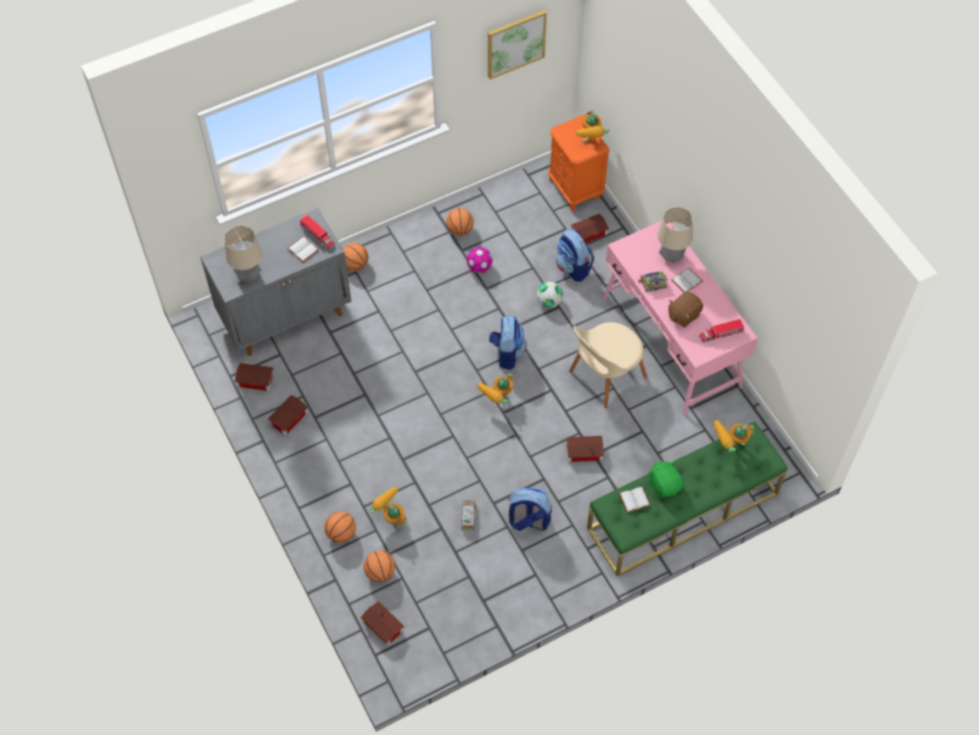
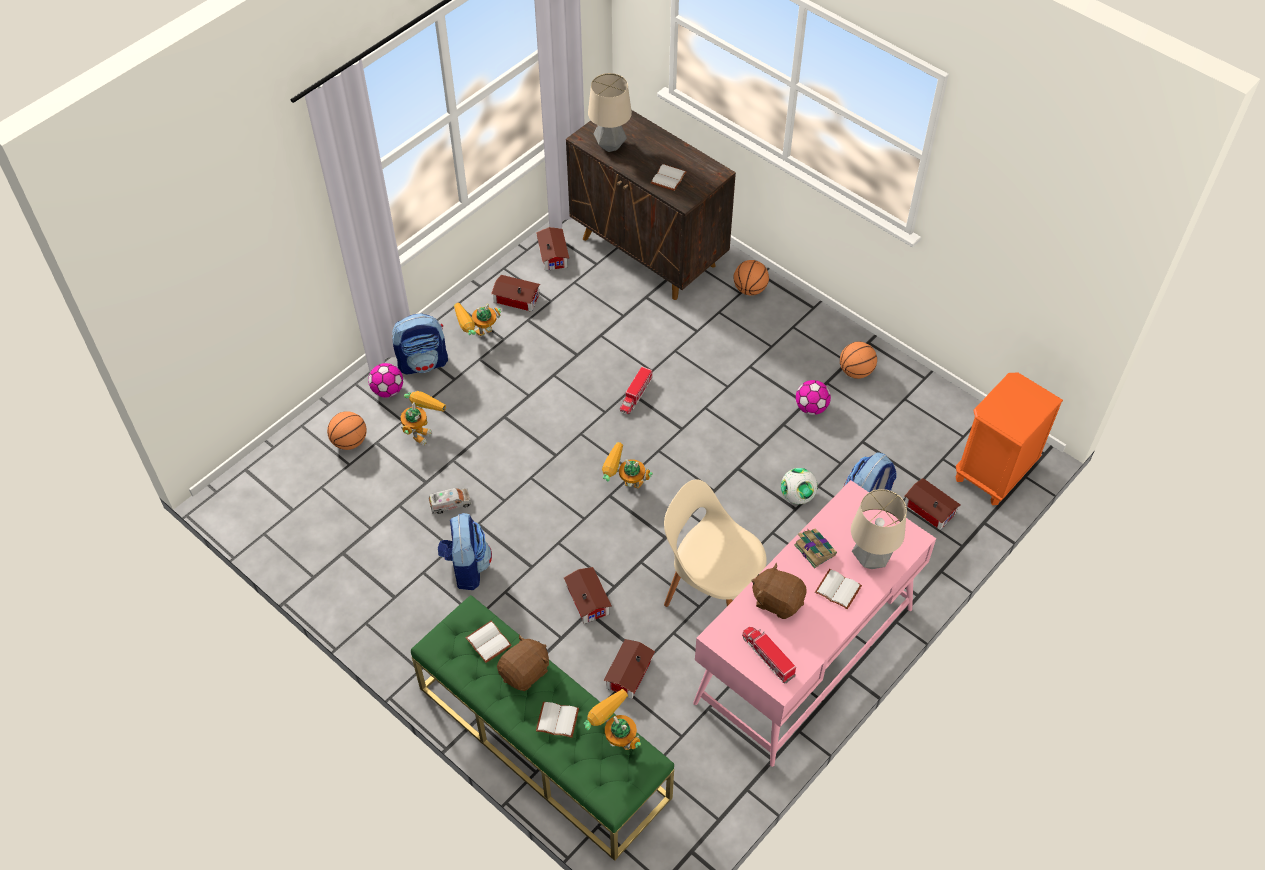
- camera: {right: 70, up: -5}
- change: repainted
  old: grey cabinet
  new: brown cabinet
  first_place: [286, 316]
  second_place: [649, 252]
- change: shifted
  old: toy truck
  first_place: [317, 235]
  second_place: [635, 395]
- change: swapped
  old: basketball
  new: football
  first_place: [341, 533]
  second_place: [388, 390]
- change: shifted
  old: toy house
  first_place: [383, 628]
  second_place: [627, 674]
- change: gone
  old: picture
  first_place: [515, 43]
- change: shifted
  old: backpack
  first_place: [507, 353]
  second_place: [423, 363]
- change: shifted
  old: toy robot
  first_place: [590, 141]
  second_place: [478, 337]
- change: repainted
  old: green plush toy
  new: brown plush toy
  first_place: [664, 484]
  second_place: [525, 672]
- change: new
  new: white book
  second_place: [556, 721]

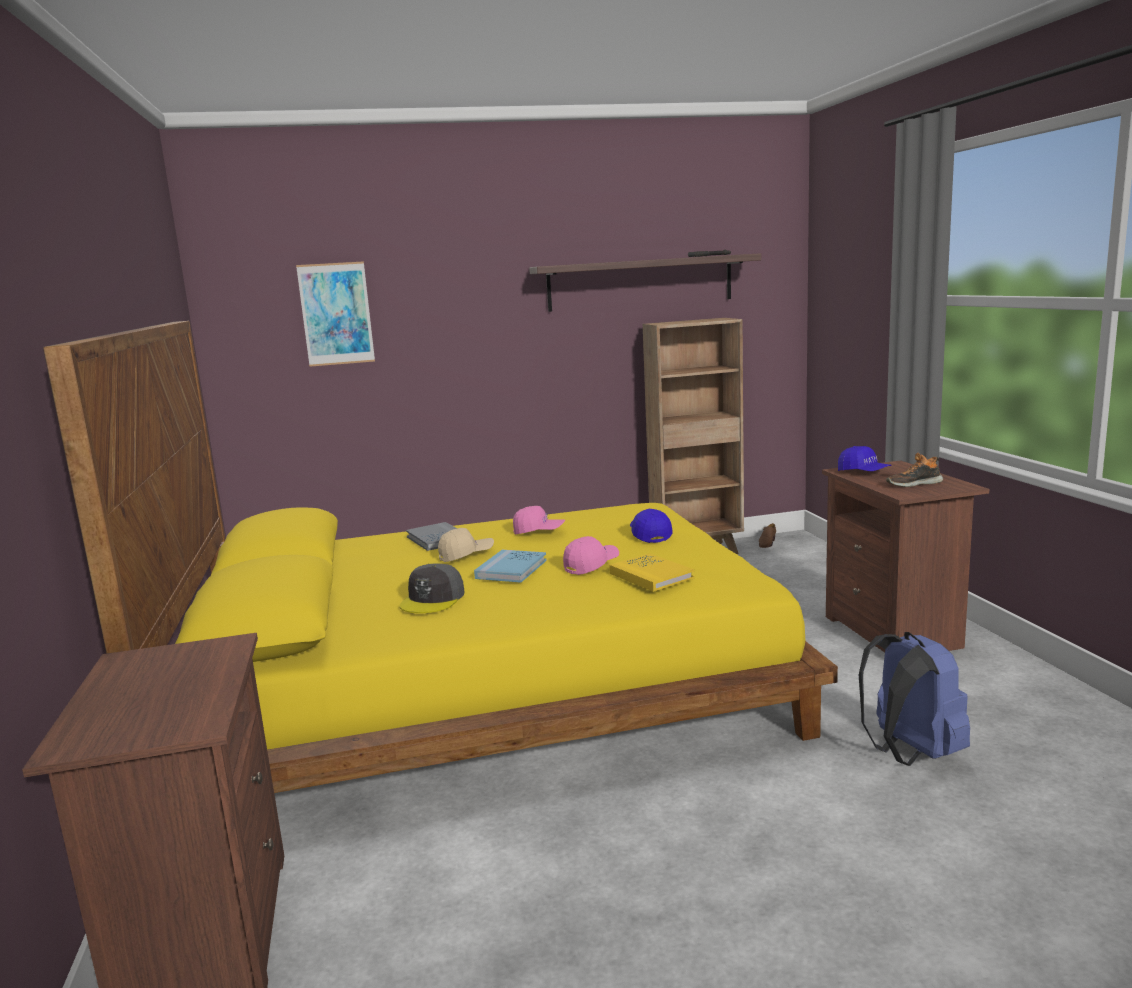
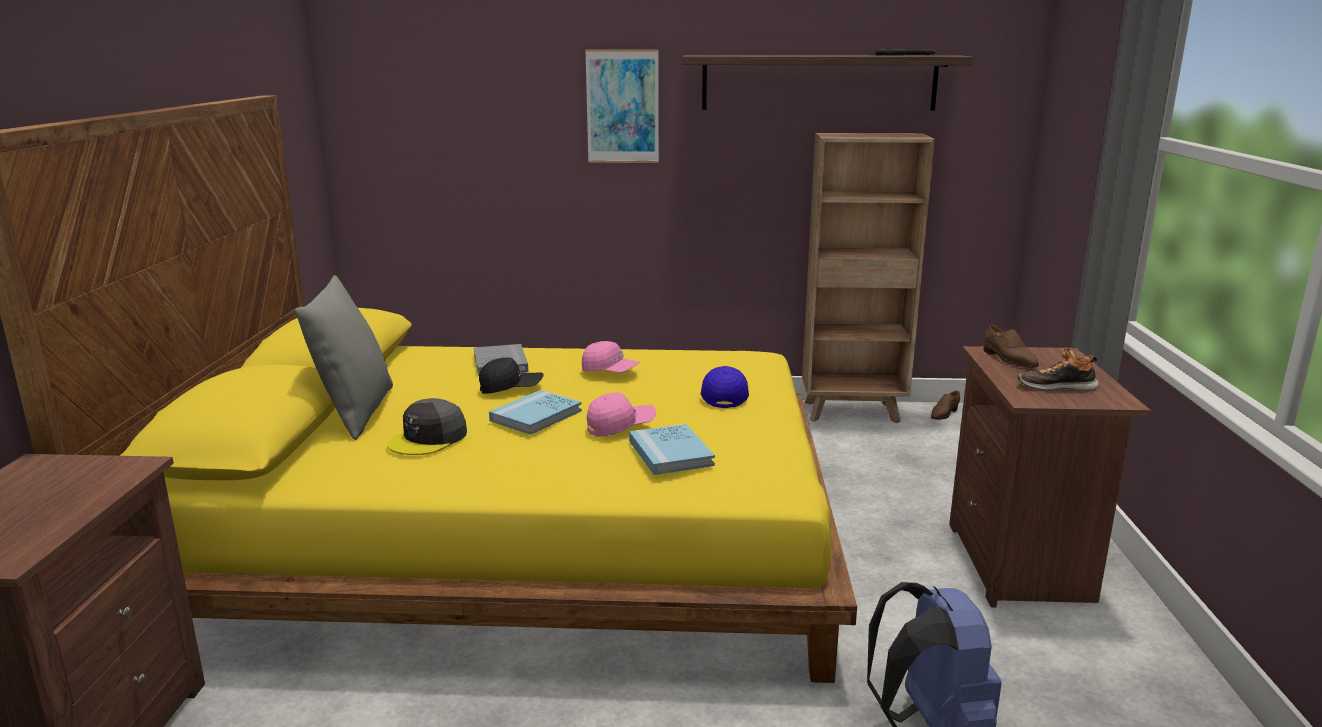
- camera: {right: 15, up: 5}
- change: shifted
  old: picture
  first_place: [336, 314]
  second_place: [622, 106]
- change: repainted
  old: beige cap
  new: black cap
  first_place: [466, 555]
  second_place: [511, 388]
- change: repainted
  old: yellow book
  new: blue book
  first_place: [651, 576]
  second_place: [670, 453]
- change: swapped
  old: blue cap
  new: brown shoe
  first_place: [863, 473]
  second_place: [1009, 359]
- change: new
  new: grey pillow
  second_place: [354, 413]

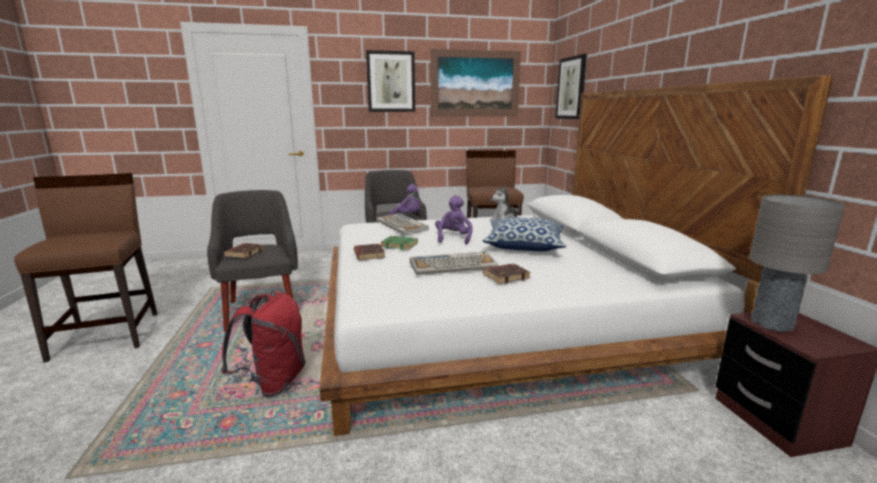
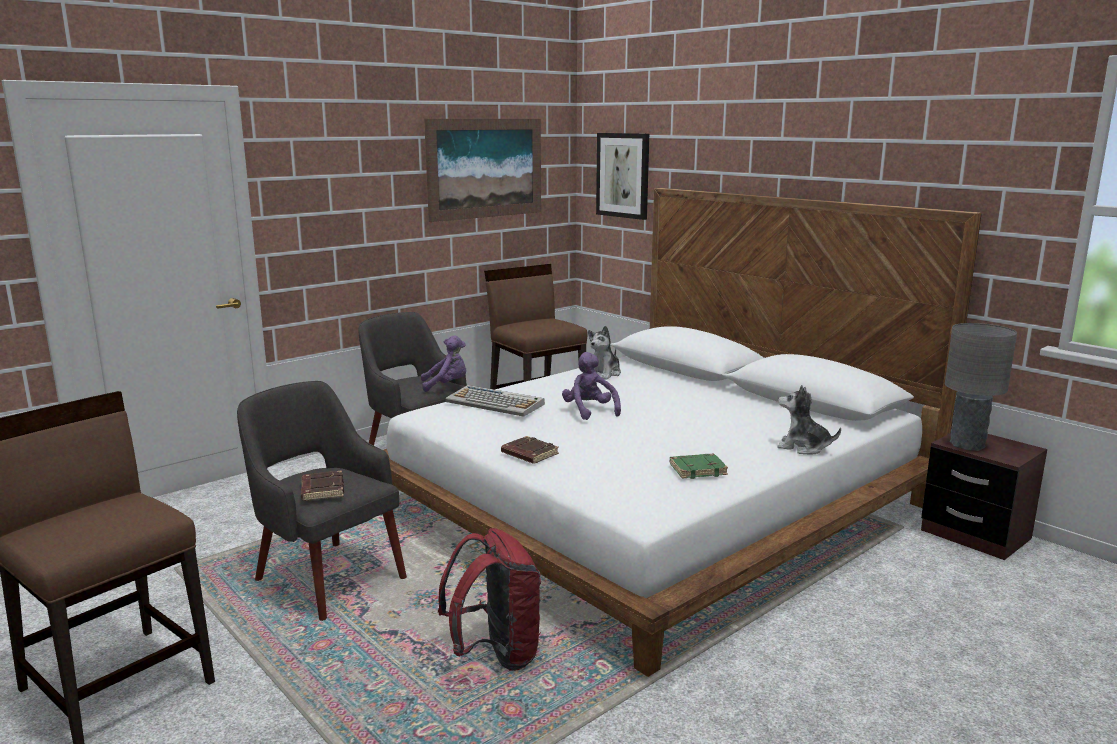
- camera: {right: -30, up: 0}
- change: gone
  old: picture
  first_place: [391, 82]
- change: shifted
  old: green book
  first_place: [400, 245]
  second_place: [698, 470]
- change: gone
  old: keyboard
  first_place: [453, 265]
- change: gone
  old: brown book
  first_place: [506, 276]
- change: gone
  old: pillow
  first_place: [524, 247]
- change: new
  new: plush toy
  second_place: [803, 447]

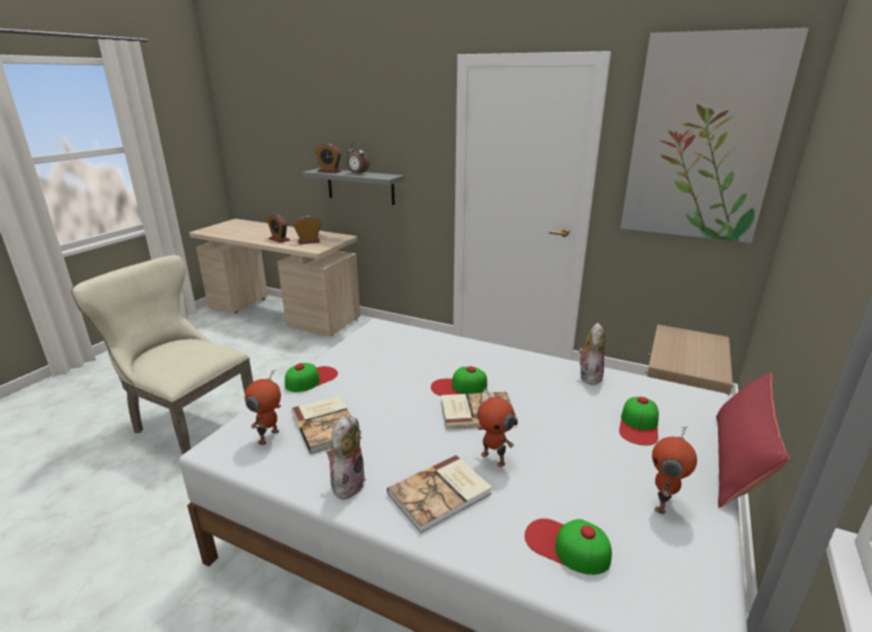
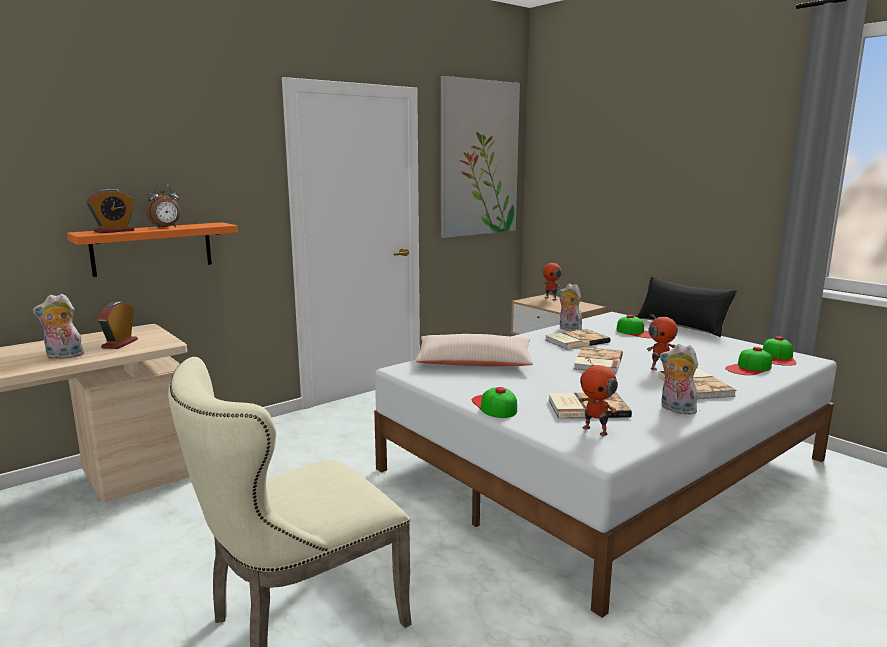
- camera: {right: -65, up: -10}
- change: swapped
  old: alarm clock
  new: plush toy
  first_place: [279, 239]
  second_place: [63, 356]
- change: repainted
  old: grey shelf
  new: orange shelf
  first_place: [360, 186]
  second_place: [152, 248]
- change: shifted
  old: cap
  first_place: [459, 386]
  second_place: [778, 357]
- change: shifted
  old: toy robot
  first_place: [663, 503]
  second_place: [551, 298]
- change: repainted
  old: red pillow
  new: black pillow
  first_place: [738, 462]
  second_place: [682, 325]
- change: new
  new: beige pillow
  second_place: [474, 363]
- change: new
  new: book
  second_place: [576, 341]

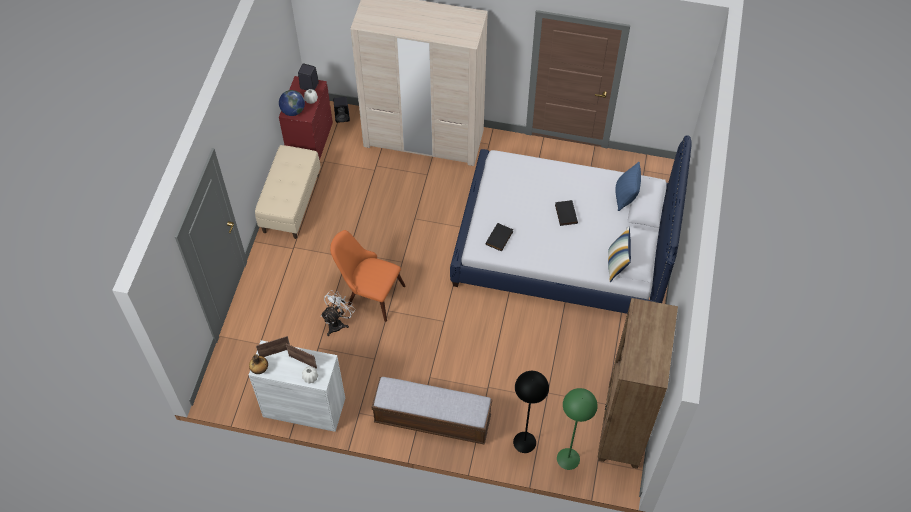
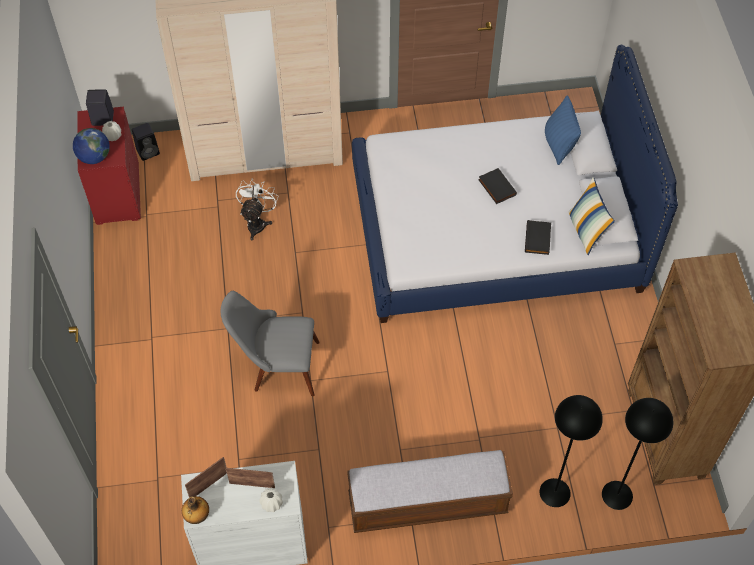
- camera: {right: -20, up: 0}
- change: gone
  old: beige bench
  first_place: [291, 203]
- change: shifted
  old: white fan
  first_place: [338, 323]
  second_place: [257, 222]
- change: repainted
  old: orange chair
  new: grey chair
  first_place: [369, 293]
  second_place: [276, 366]
- change: shifted
  old: black book
  first_place: [500, 238]
  second_place: [538, 239]
- change: repainted
  old: green floor lamp
  new: black floor lamp
  first_place: [568, 459]
  second_place: [617, 495]

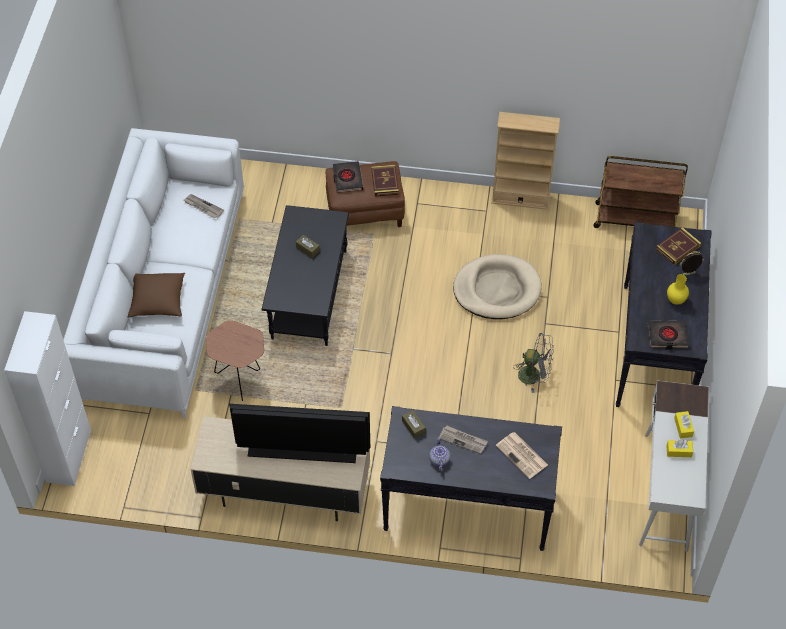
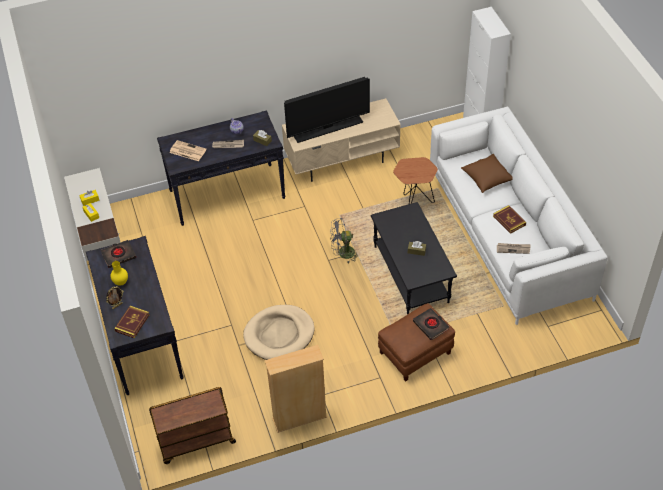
- camera: {right: 155, up: -5}
- change: shifted
  old: book
  first_place: [385, 182]
  second_place: [509, 220]
- change: shifted
  old: grey fan
  first_place: [534, 375]
  second_place: [343, 254]

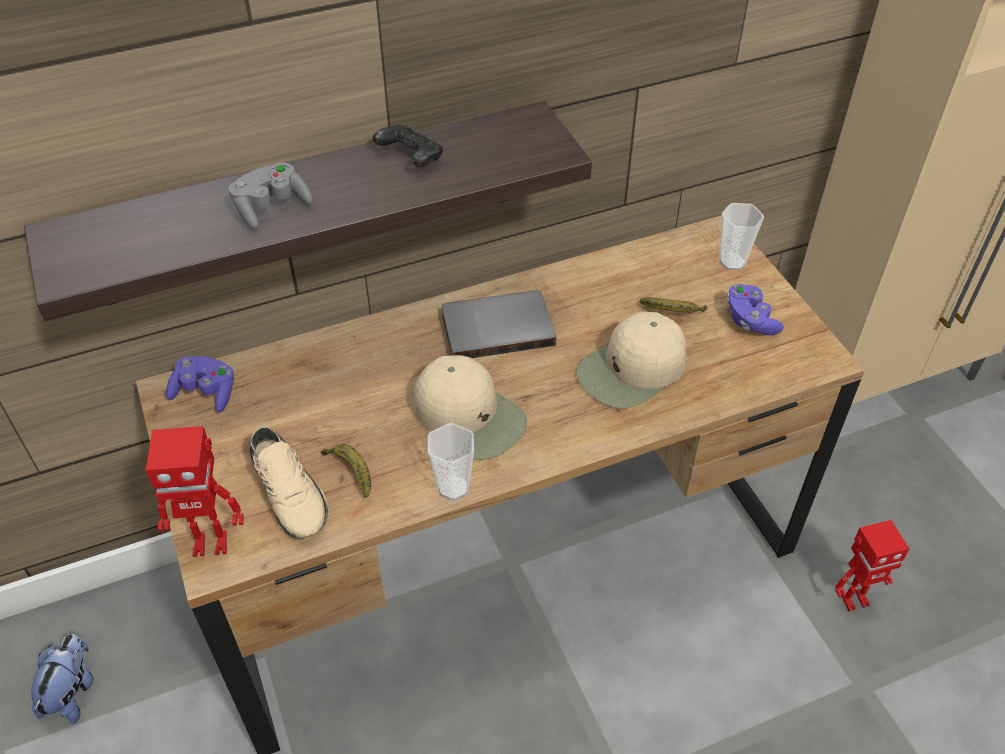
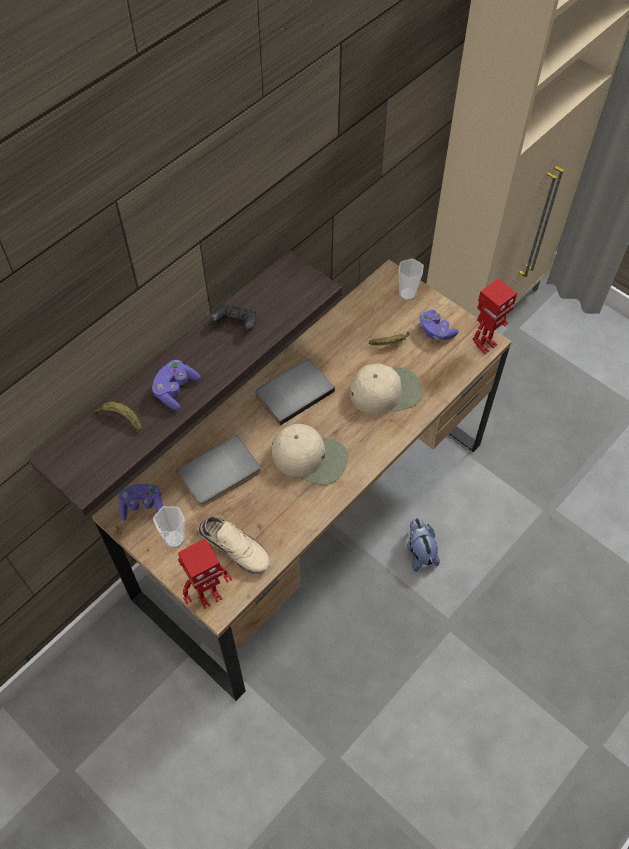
- camera: {right: -25, up: 10}
- change: shifted
  old: plush toy
  first_place: [72, 692]
  second_place: [420, 552]
- change: repainted
  old: grey game controller
  new: purple game controller
  first_place: [271, 208]
  second_place: [175, 390]
- change: shifted
  old: banana
  first_place: [351, 472]
  second_place: [120, 418]
- change: shifted
  old: cup
  first_place: [453, 488]
  second_place: [174, 539]
- change: rotated
  old: beige cap
  first_place: [632, 370]
  second_place: [386, 391]
  degrees: -135
- change: shifted
  old: toy robot
  first_place: [853, 599]
  second_place: [485, 345]
- change: new
  new: grey book
  second_place: [220, 474]

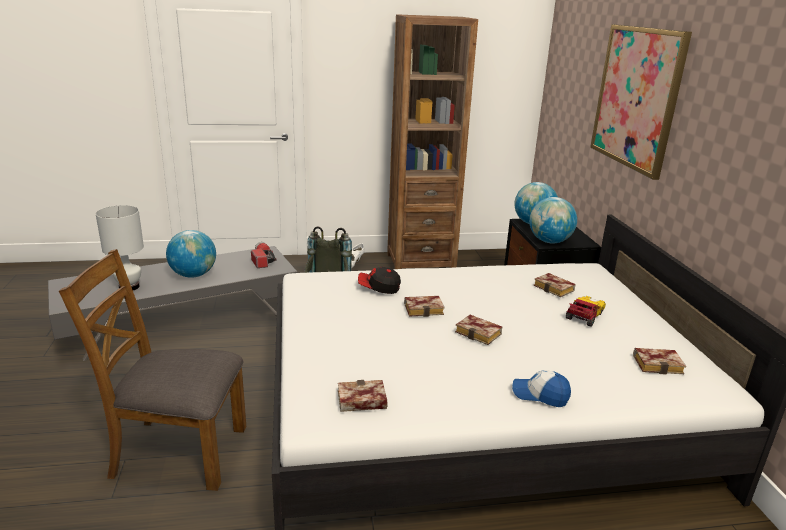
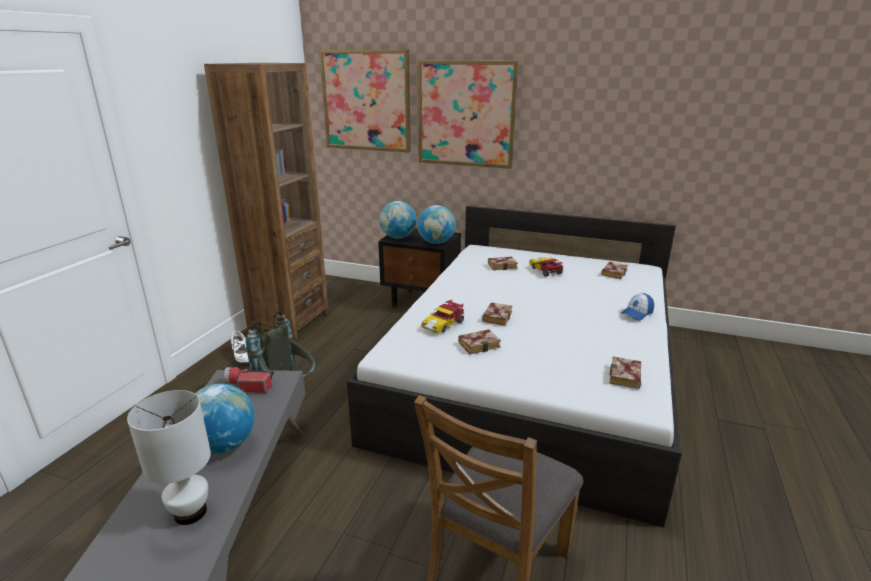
- camera: {right: -60, up: 0}
- change: swapped
  old: cap
  new: toy car
  first_place: [379, 288]
  second_place: [443, 324]
- change: shifted
  old: book
  first_place: [480, 333]
  second_place: [480, 344]
- change: new
  new: picture
  second_place: [366, 101]

